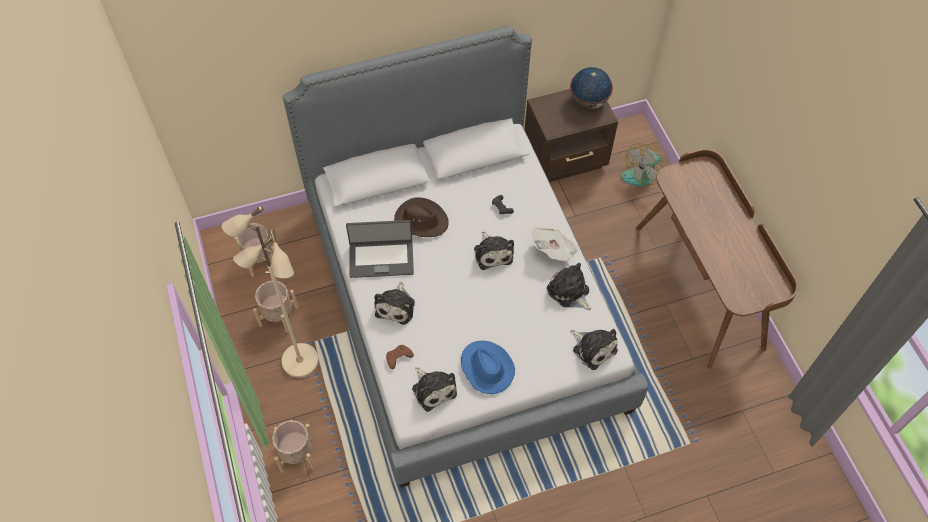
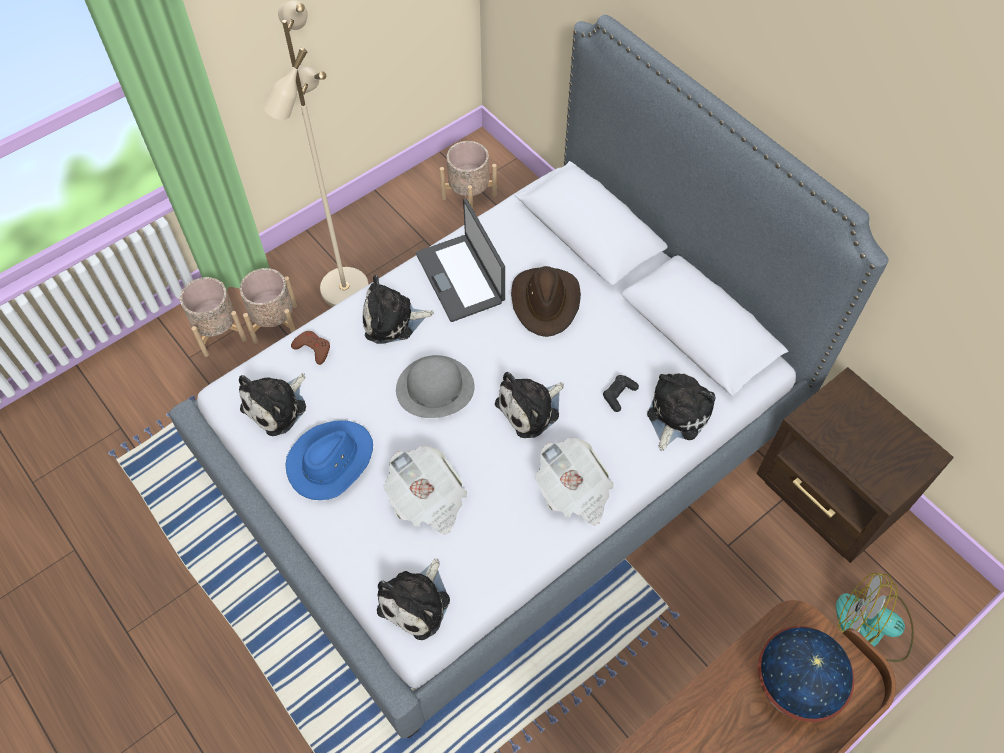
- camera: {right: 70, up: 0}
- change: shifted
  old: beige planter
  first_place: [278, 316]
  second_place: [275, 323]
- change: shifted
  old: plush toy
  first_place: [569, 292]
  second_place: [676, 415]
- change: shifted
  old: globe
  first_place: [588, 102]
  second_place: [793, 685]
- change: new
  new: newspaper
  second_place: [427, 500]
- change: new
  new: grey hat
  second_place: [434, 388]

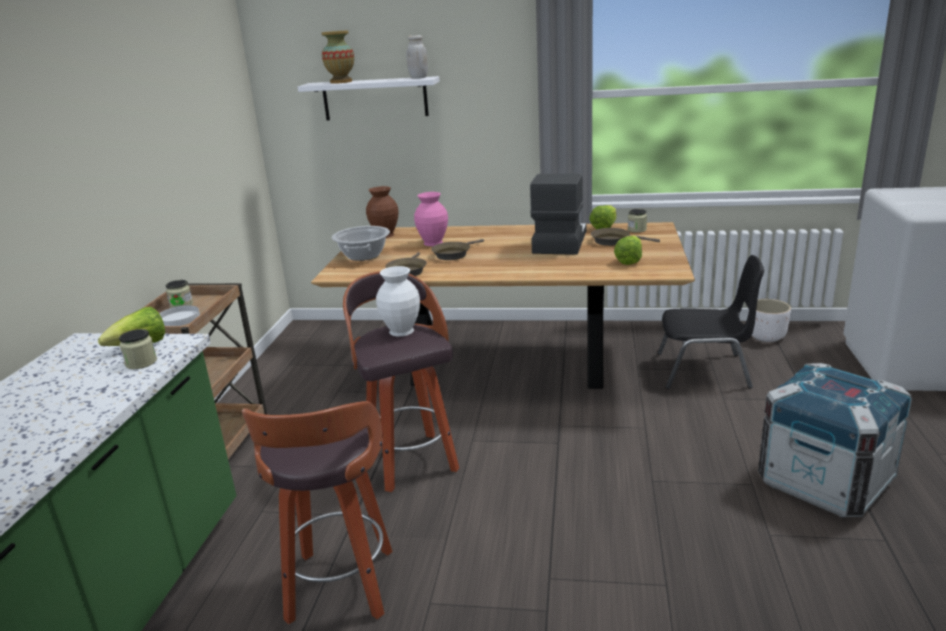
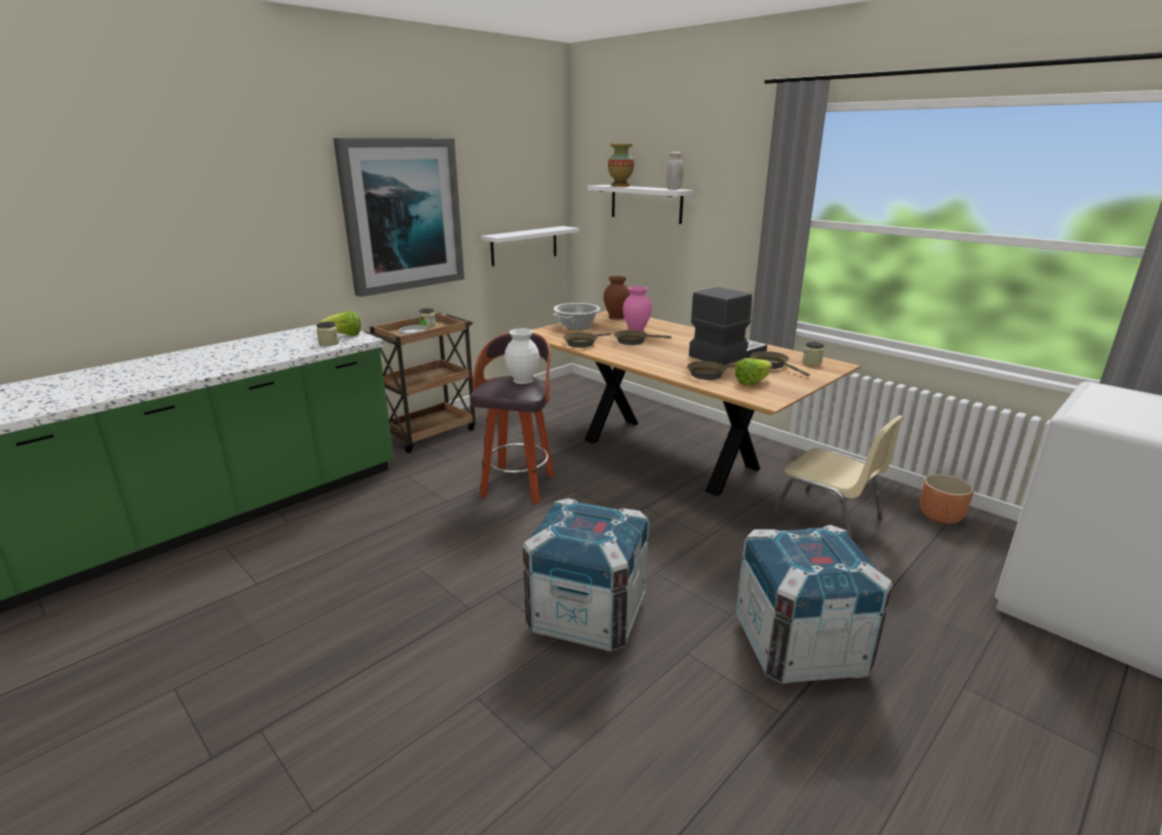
- camera: {right: 35, up: 0}
- change: gone
  old: stool
  first_place: [341, 588]
- change: gone
  old: lettuce
  first_place: [604, 227]
- change: repainted
  old: black chair
  new: beige chair
  first_place: [704, 371]
  second_place: [828, 519]
- change: repainted
  old: white planter
  new: brown planter
  first_place: [765, 337]
  second_place: [939, 517]
- change: new
  new: picture
  second_place: [402, 215]
- change: new
  new: white shelf
  second_place: [524, 245]
- change: new
  new: crate
  second_place: [587, 614]
- change: new
  new: brown frying pan
  second_place: [709, 374]

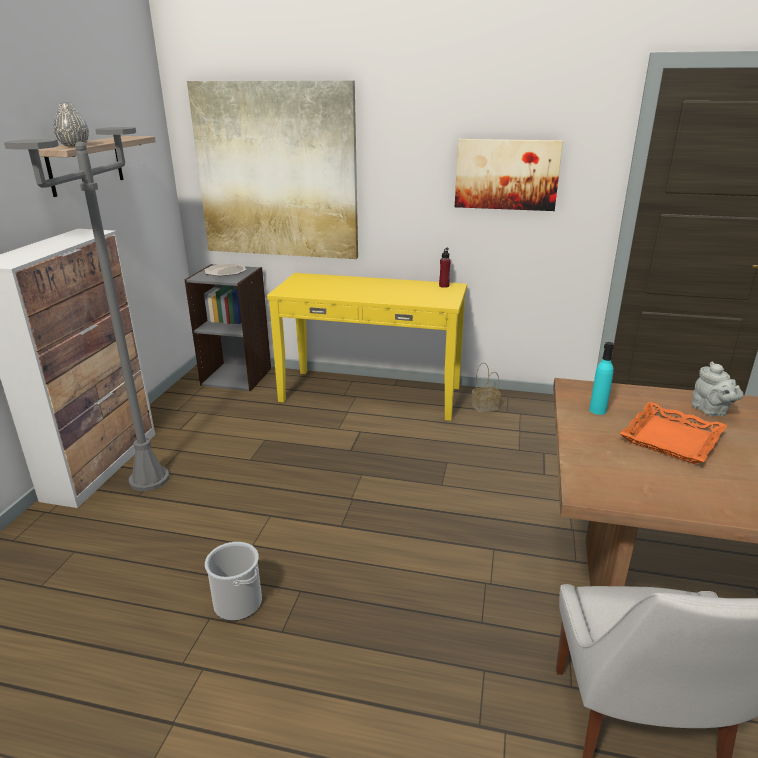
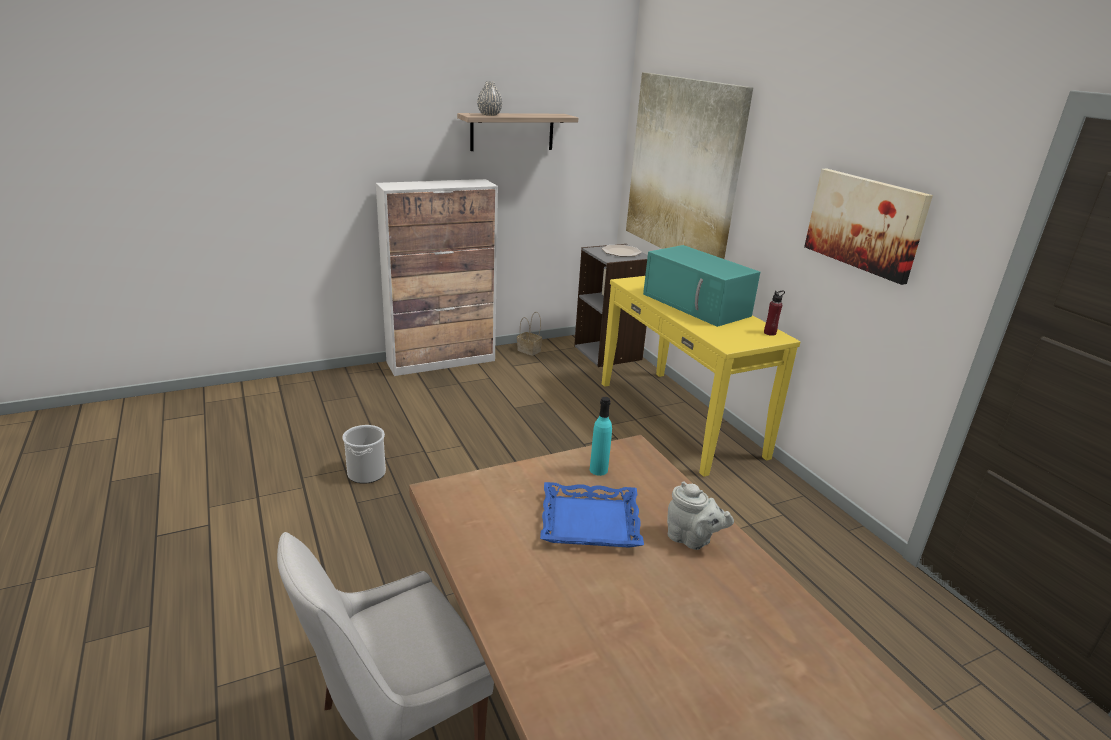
- camera: {right: 50, up: 0}
- change: gone
  old: grey floor lamp
  first_place: [149, 480]
- change: shifted
  old: basket
  first_place: [485, 406]
  second_place: [529, 350]
- change: repainted
  old: orange tray
  new: blue tray
  first_place: [670, 438]
  second_place: [590, 521]
- change: rotated
  old: grey teapot
  first_place: [711, 411]
  second_place: [692, 540]
  degrees: -90
- change: new
  new: turquoise microwave
  second_place: [697, 305]

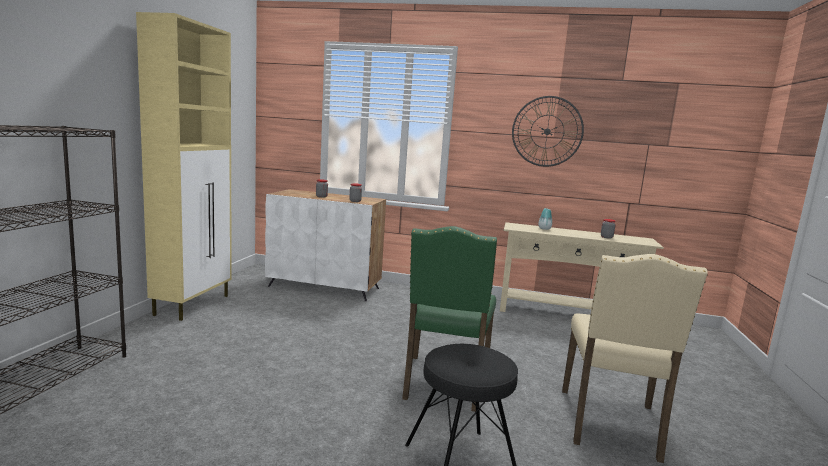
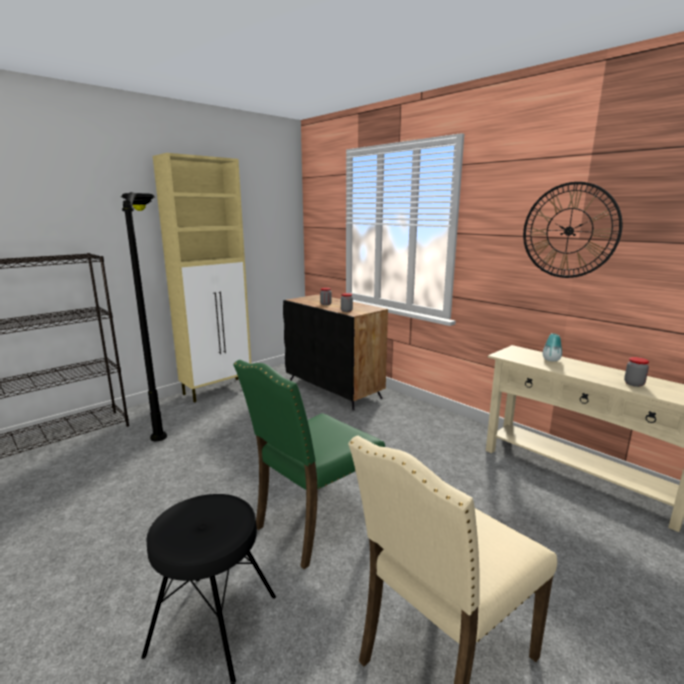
- camera: {right: 35, up: 5}
- change: repainted
  old: white cabinet
  new: black cabinet
  first_place: [325, 287]
  second_place: [334, 389]
- change: new
  new: black floor lamp
  second_place: [163, 416]

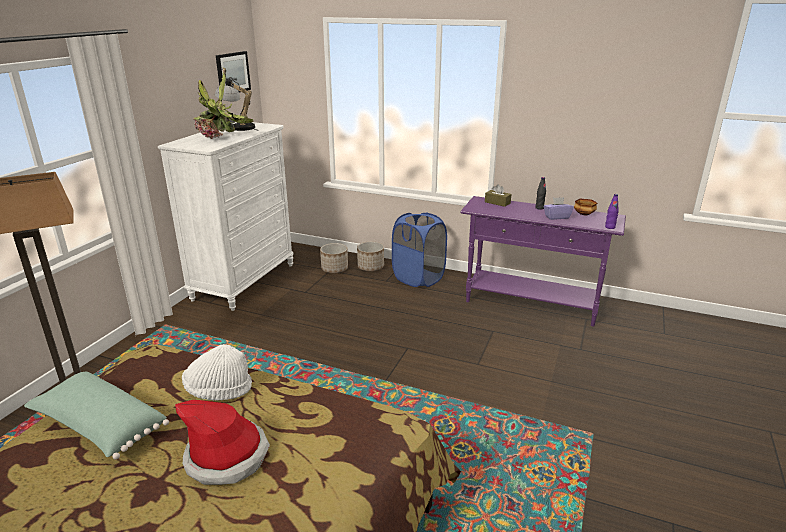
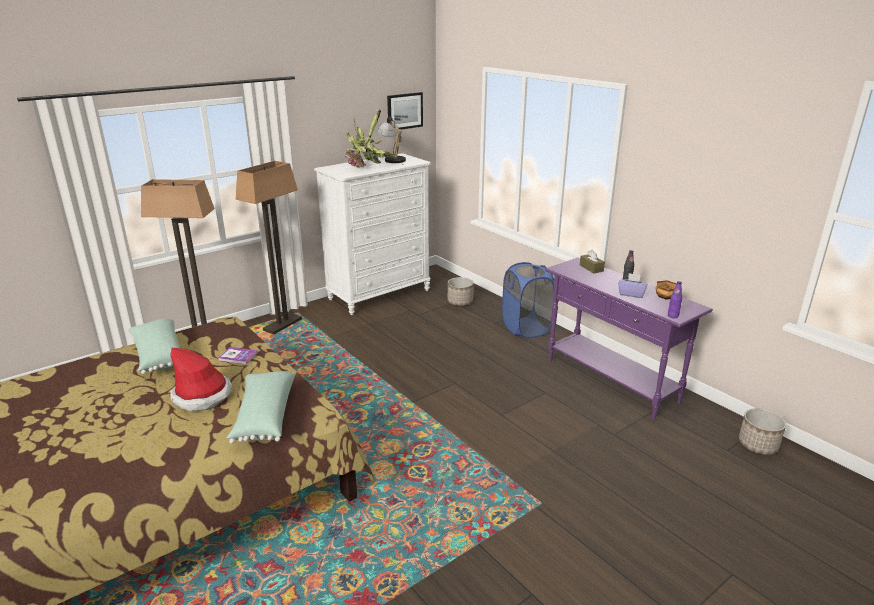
- camera: {right: 30, up: 0}
- change: swapped
  old: white hat
  new: book
  first_place: [218, 390]
  second_place: [238, 356]
- change: shifted
  old: planter
  first_place: [371, 267]
  second_place: [758, 445]
- change: new
  new: green pillow
  second_place: [264, 417]
- change: new
  new: floor lamp
  second_place: [283, 325]

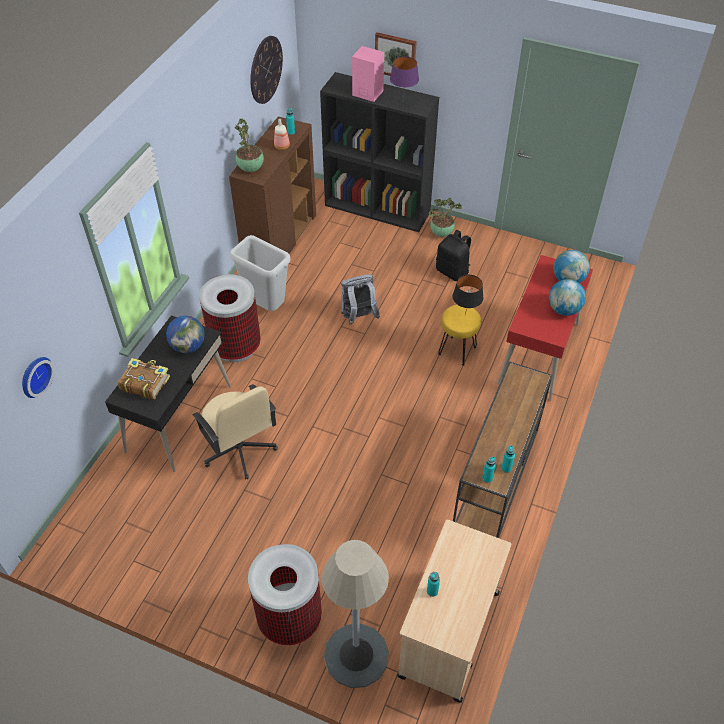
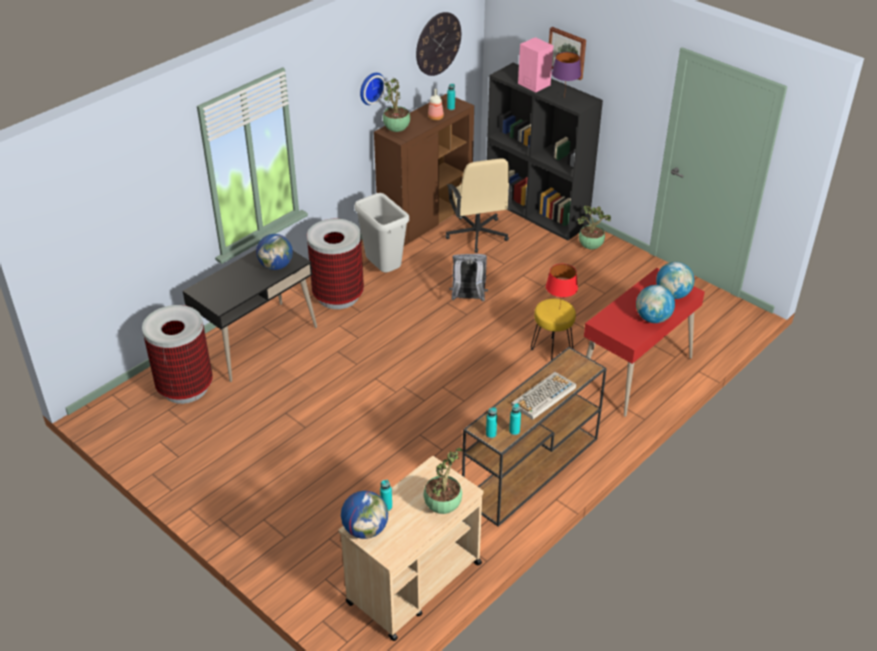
- camera: {right: 20, up: -10}
- change: shifted
  old: wall clock
  first_place: [34, 376]
  second_place: [370, 87]
- change: gone
  old: book
  first_place: [144, 383]
- change: shifted
  old: beige office chair
  first_place: [239, 450]
  second_place: [477, 234]
- change: shifted
  old: trash can
  first_place: [289, 619]
  second_place: [185, 388]
- change: gone
  old: grey floor lamp
  first_place: [356, 655]
- change: gone
  old: black backpack
  first_place: [453, 271]
- change: repainted
  old: black table lamp
  new: red table lamp
  first_place: [465, 316]
  second_place: [559, 309]
- change: new
  new: globe
  second_place: [365, 529]
- change: new
  new: potted plant
  second_place: [443, 506]
- change: new
  new: keyboard
  second_place: [543, 396]

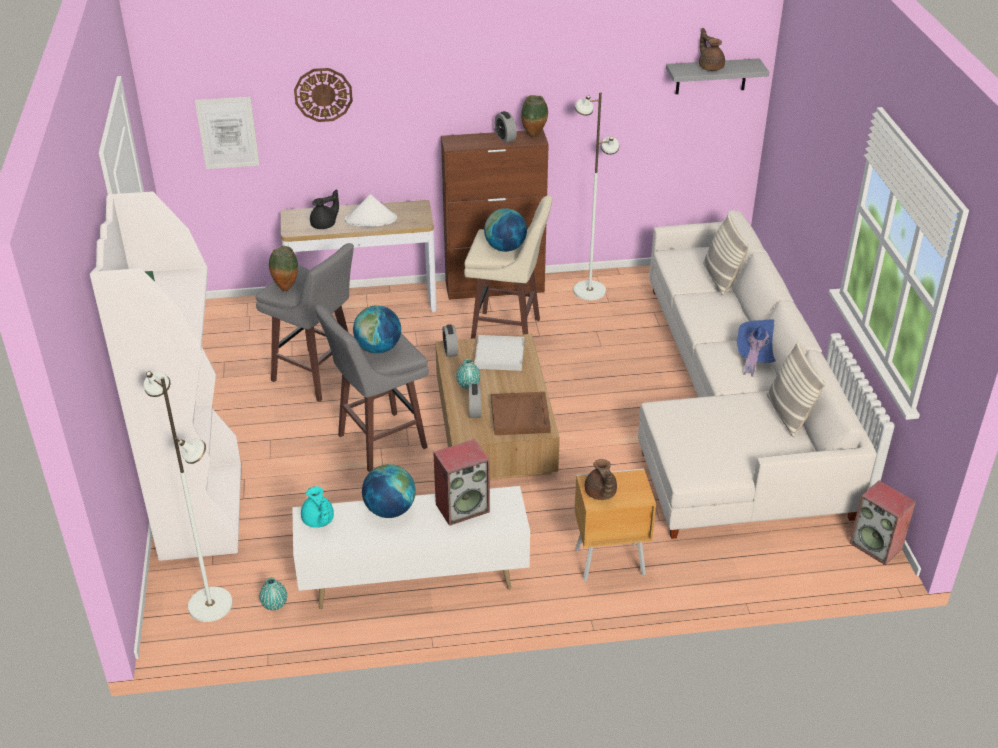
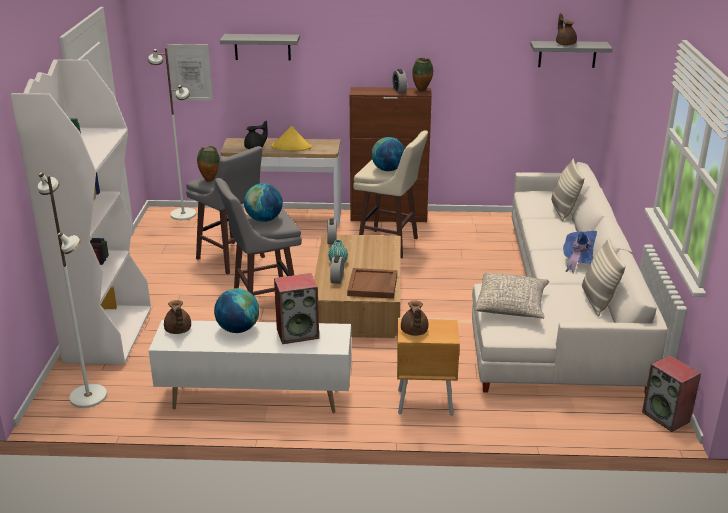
- camera: {right: 10, up: -10}
- change: gone
  old: turquoise vase
  first_place: [274, 604]
- change: swapped
  old: wall clock
  new: grey shelf
  first_place: [323, 94]
  second_place: [262, 47]
- change: repainted
  old: turquoise teapot
  new: brown teapot
  first_place: [318, 521]
  second_place: [178, 330]
- change: repainted
  old: white hat
  new: yellow hat
  first_place: [371, 219]
  second_place: [291, 147]
- change: gone
  old: white tray
  first_place: [499, 355]
- change: shifted
  old: white floor lamp
  first_place: [589, 290]
  second_place: [183, 214]
- change: new
  new: grey pillow
  second_place: [511, 305]

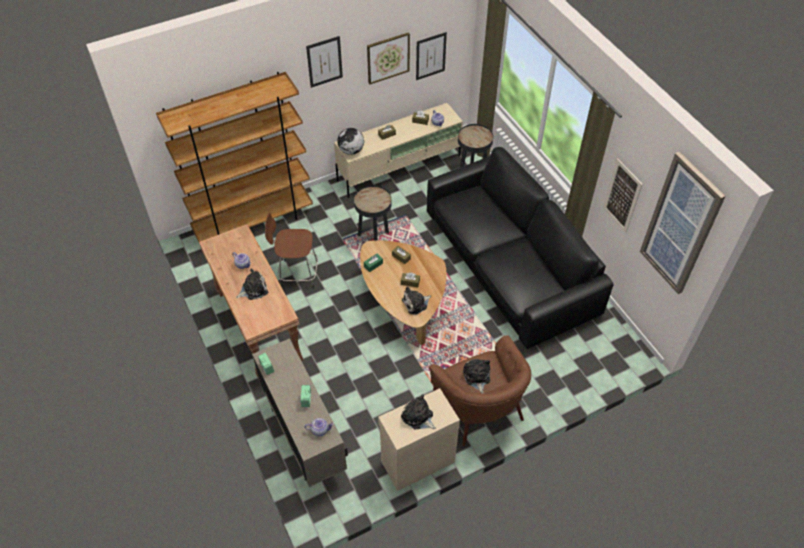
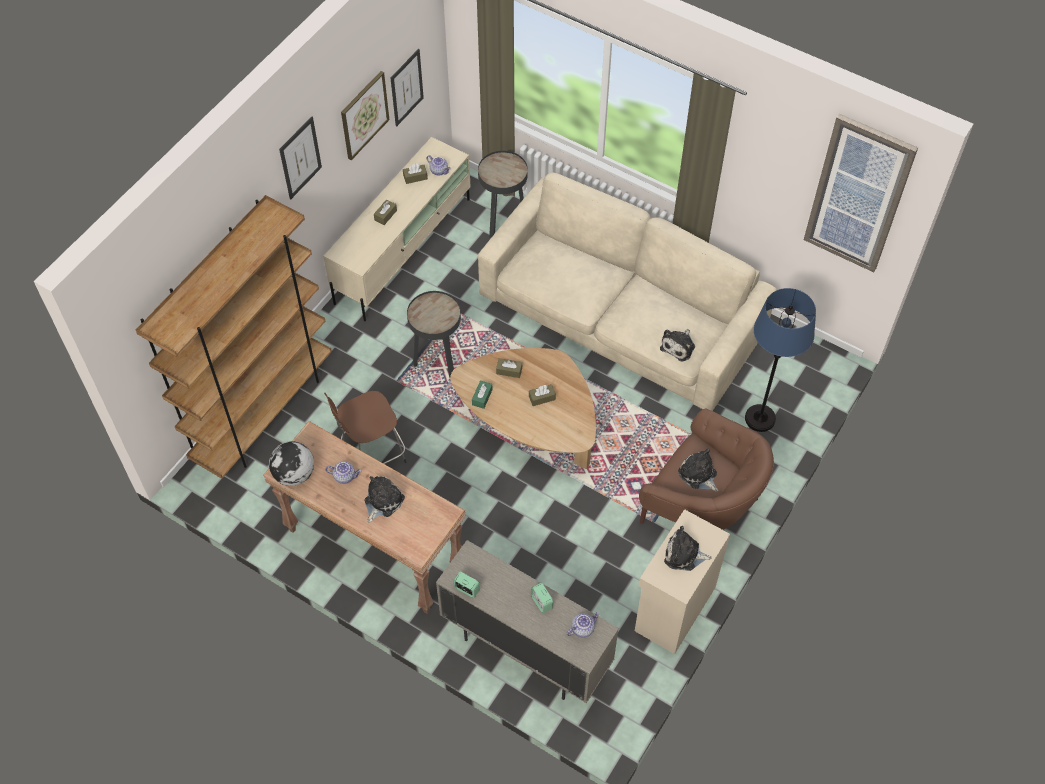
- camera: {right: -30, up: 5}
- change: shifted
  old: globe
  first_place: [351, 151]
  second_place: [294, 474]
- change: shifted
  old: plush toy
  first_place: [416, 303]
  second_place: [679, 346]
- change: repainted
  old: black sofa
  new: beige sofa
  first_place: [509, 262]
  second_place: [620, 314]
- change: gone
  old: picture
  first_place: [622, 196]
- change: new
  new: blue floor lamp
  second_place: [760, 418]

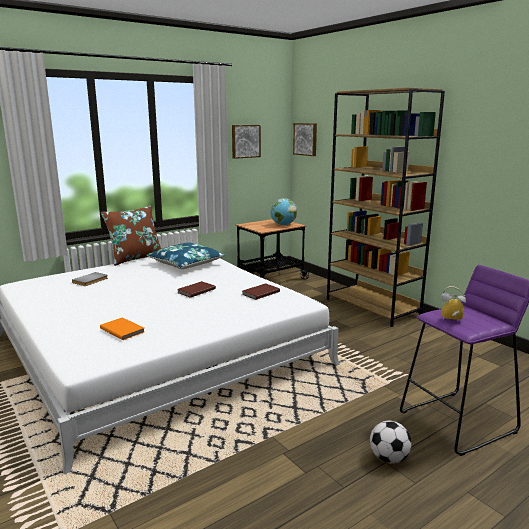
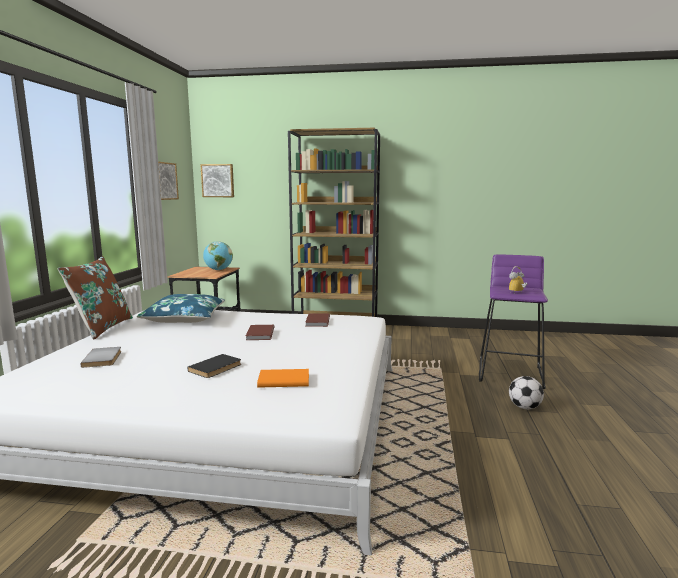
- camera: {right: -45, up: -5}
- change: new
  new: black book
  second_place: [216, 368]

